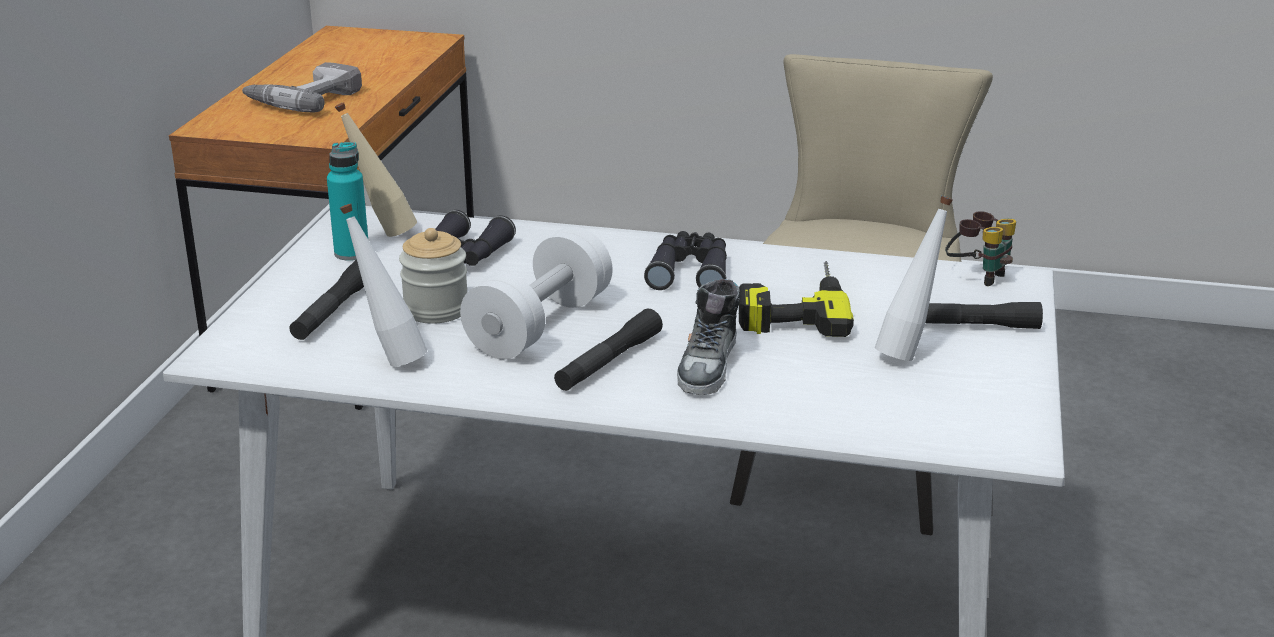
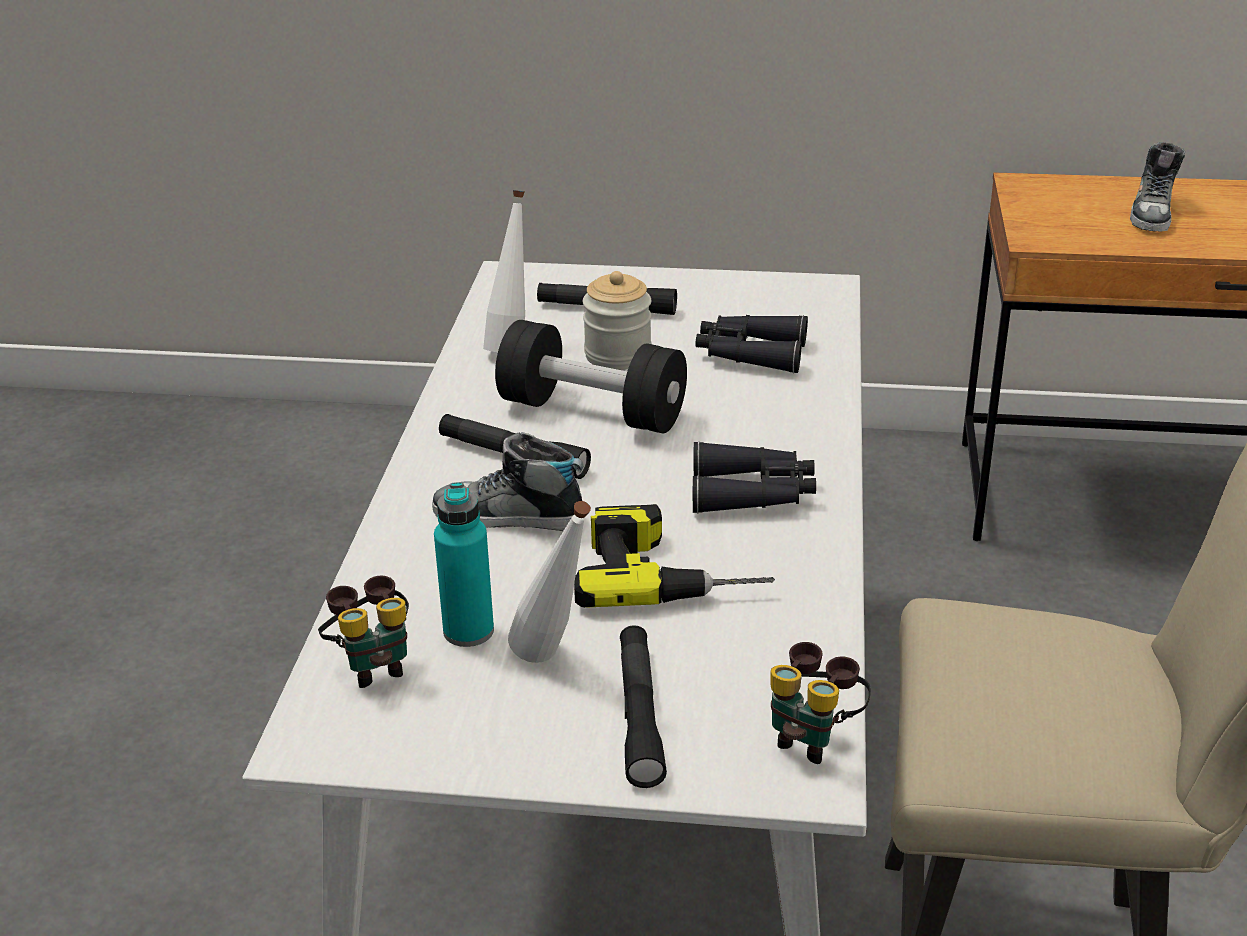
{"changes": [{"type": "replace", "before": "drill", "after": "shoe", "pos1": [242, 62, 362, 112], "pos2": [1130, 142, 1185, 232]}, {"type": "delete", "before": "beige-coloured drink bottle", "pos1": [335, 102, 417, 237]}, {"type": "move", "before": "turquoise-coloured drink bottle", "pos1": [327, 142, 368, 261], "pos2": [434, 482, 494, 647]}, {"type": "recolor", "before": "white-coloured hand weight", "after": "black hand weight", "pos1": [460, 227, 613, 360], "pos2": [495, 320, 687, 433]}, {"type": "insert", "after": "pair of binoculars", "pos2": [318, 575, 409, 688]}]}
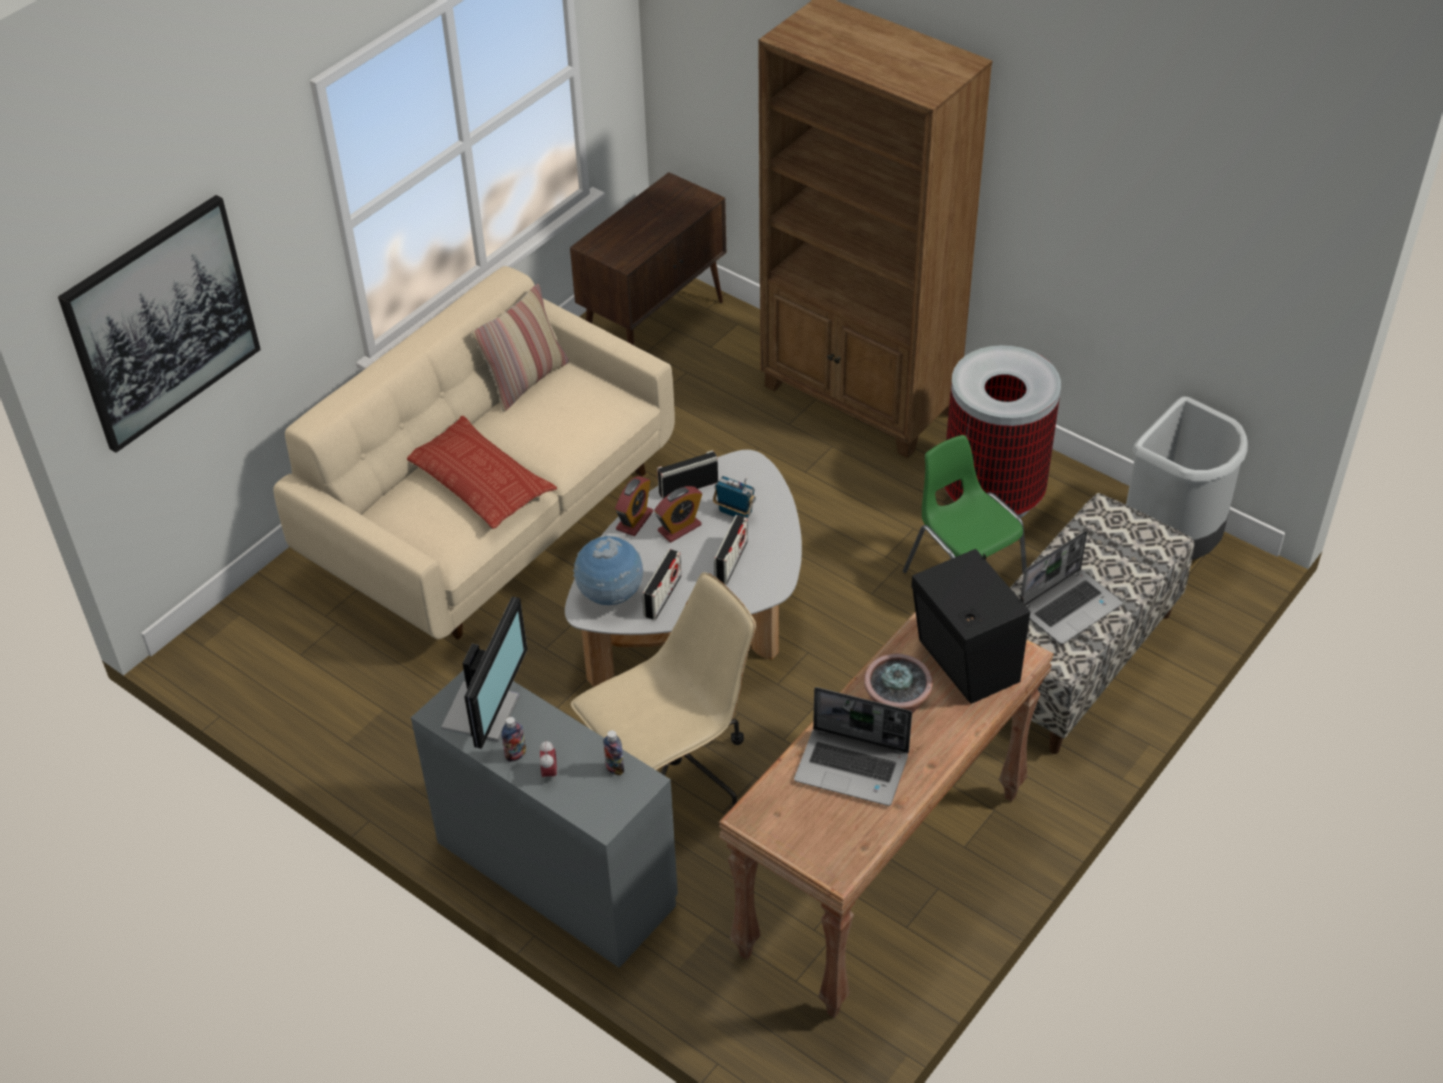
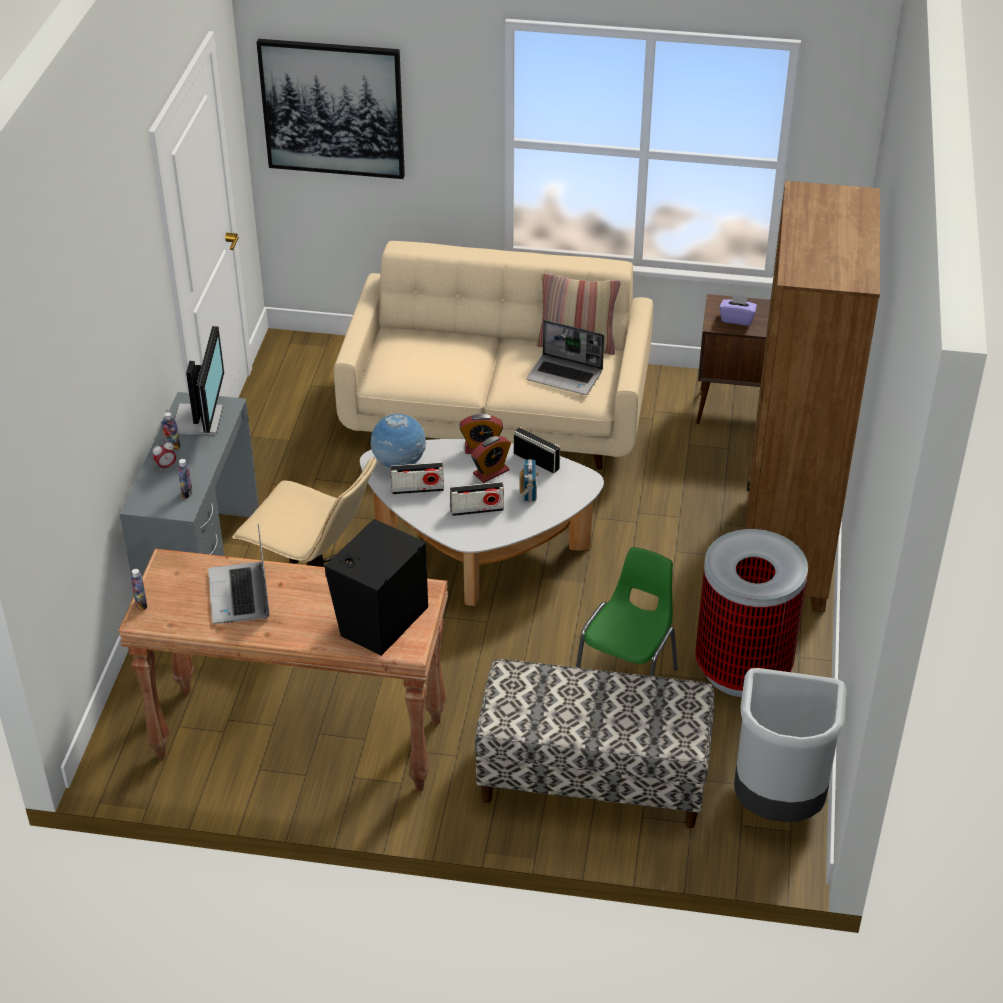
{"changes": [{"type": "delete", "before": "pillow", "pos1": [407, 416, 557, 529]}, {"type": "rotate", "before": "alarm clock", "pos1": [654, 486, 702, 543], "pos2": [471, 436, 511, 483], "turn": -60}, {"type": "move", "before": "portable computer", "pos1": [1020, 530, 1123, 644], "pos2": [527, 320, 604, 395]}, {"type": "rotate", "before": "monitor", "pos1": [441, 597, 527, 749], "pos2": [175, 326, 224, 435], "turn": -75}, {"type": "delete", "before": "potted plant", "pos1": [864, 653, 933, 714]}, {"type": "insert", "after": "purple tissue box", "pos2": [719, 293, 757, 326]}, {"type": "insert", "after": "drink bottle", "pos2": [131, 569, 147, 611]}]}
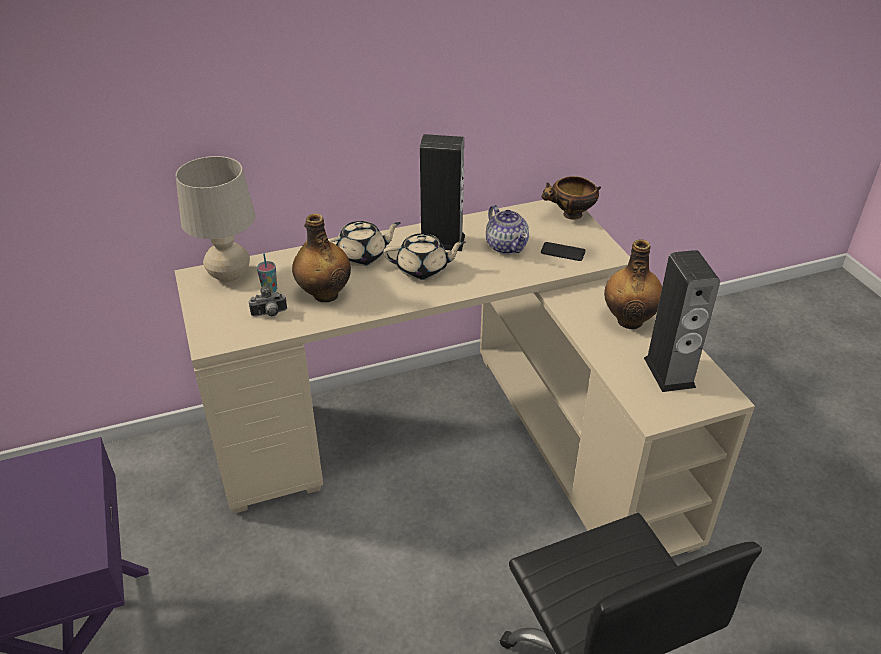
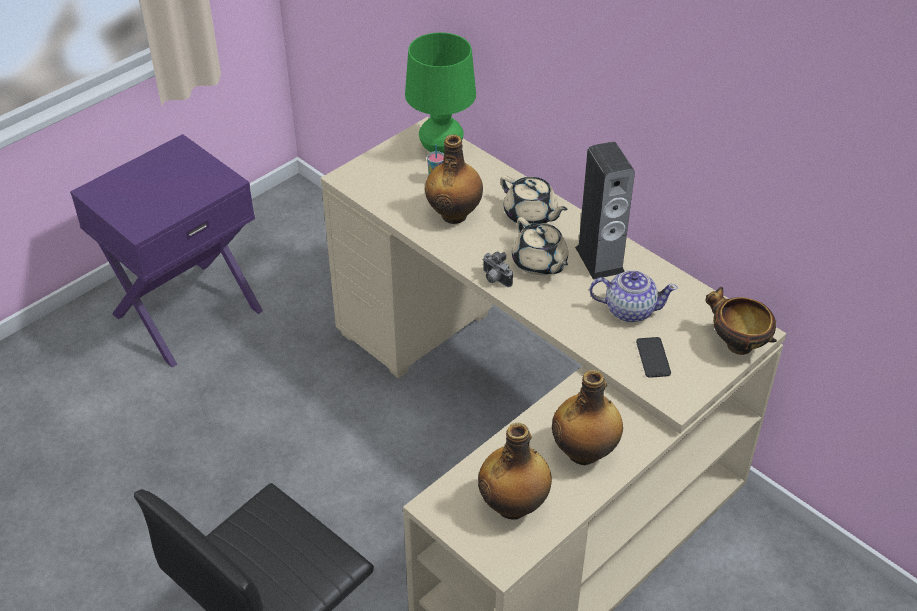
{"changes": [{"type": "recolor", "before": "beige-coloured lamp for a table", "after": "greenish lamp for a table", "pos1": [175, 156, 256, 283], "pos2": [405, 32, 476, 153]}, {"type": "rotate", "before": "pot for tea", "pos1": [486, 205, 529, 254], "pos2": [589, 270, 678, 322], "turn": -120}, {"type": "replace", "before": "loudspeaker", "after": "drink bottle", "pos1": [644, 250, 720, 392], "pos2": [478, 423, 552, 520]}, {"type": "move", "before": "photo camera", "pos1": [249, 284, 287, 317], "pos2": [483, 251, 513, 287]}]}
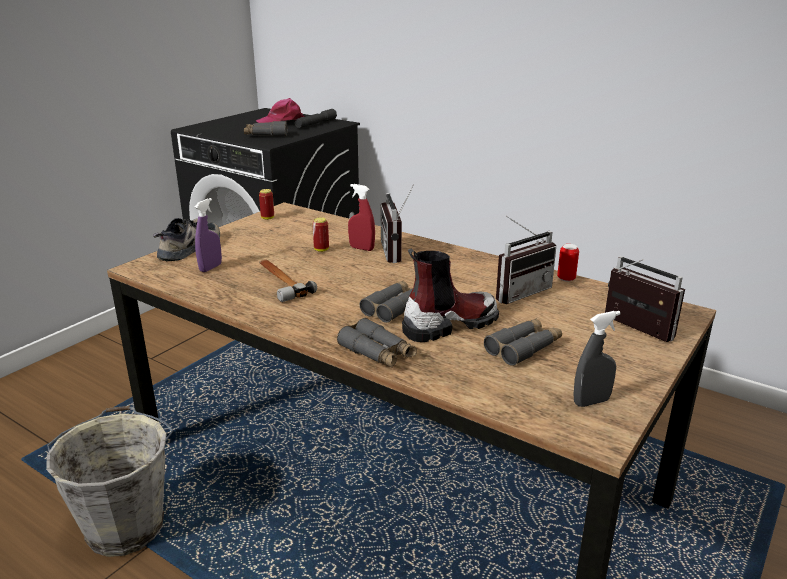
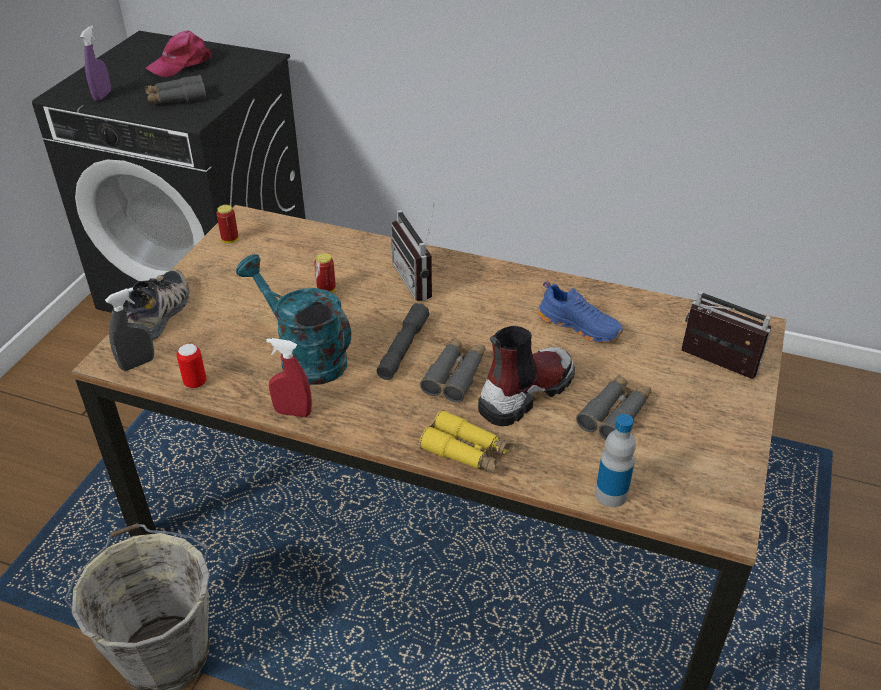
{"changes": [{"type": "move", "before": "greyish torch", "pos1": [295, 109, 337, 128], "pos2": [377, 303, 430, 380]}, {"type": "move", "before": "red-coloured sprayer", "pos1": [348, 184, 375, 251], "pos2": [266, 338, 312, 417]}, {"type": "move", "before": "purple sprayer", "pos1": [195, 198, 222, 272], "pos2": [80, 26, 111, 101]}, {"type": "replace", "before": "radio set", "after": "blue shoe", "pos1": [496, 216, 556, 304], "pos2": [538, 281, 623, 343]}, {"type": "move", "before": "sealed can", "pos1": [557, 244, 579, 282], "pos2": [177, 344, 206, 388]}, {"type": "replace", "before": "tool hammer", "after": "turquoise-coloured watering can", "pos1": [259, 259, 317, 302], "pos2": [236, 254, 351, 385]}, {"type": "move", "before": "greyish sprayer", "pos1": [574, 311, 620, 407], "pos2": [105, 288, 154, 371]}, {"type": "recolor", "before": "greyish pair of binoculars", "after": "yellow pair of binoculars", "pos1": [337, 318, 417, 367], "pos2": [419, 410, 513, 474]}, {"type": "insert", "after": "drink bottle", "pos2": [595, 414, 636, 507]}]}
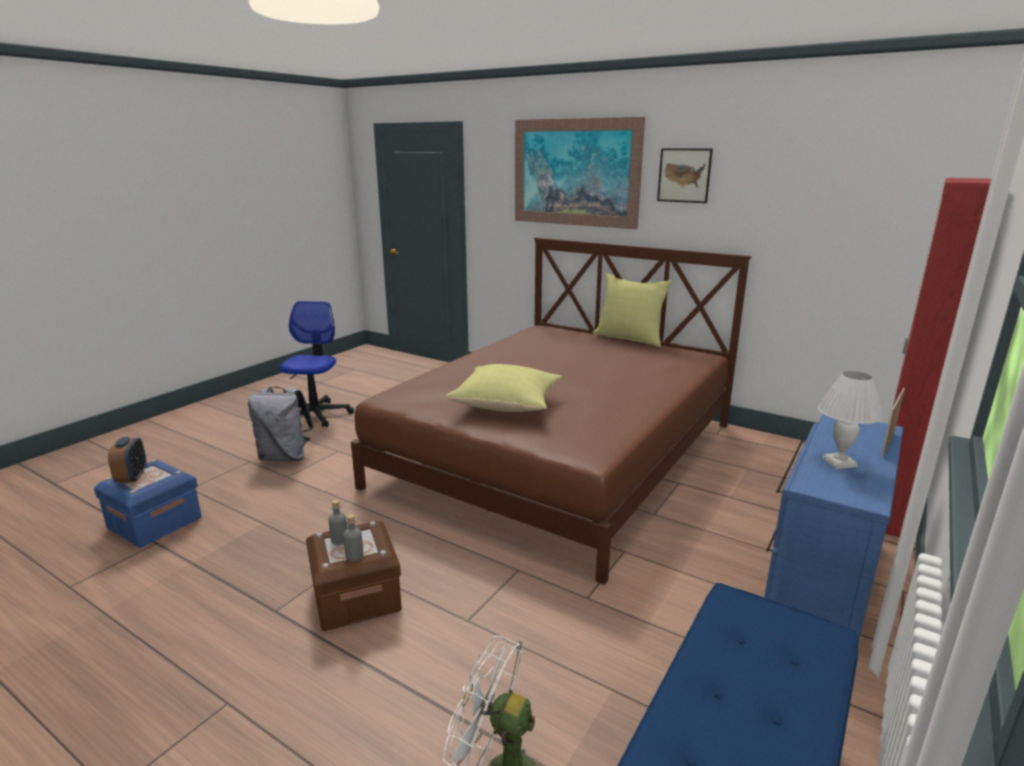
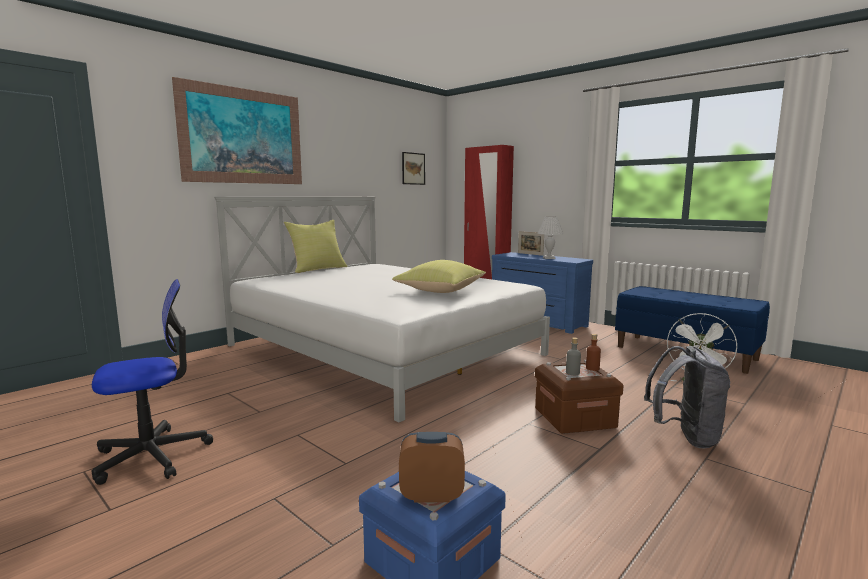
{"changes": [{"type": "move", "before": "wall art", "pos1": [657, 148, 713, 203], "pos2": [402, 152, 425, 185]}, {"type": "recolor", "before": "brown-coloured bed", "after": "white-coloured bed", "pos1": [351, 237, 752, 585], "pos2": [214, 197, 550, 422]}, {"type": "rotate", "before": "office chair", "pos1": [280, 301, 354, 427], "pos2": [92, 279, 213, 485], "turn": 135}, {"type": "move", "before": "greyish rucksack", "pos1": [248, 387, 314, 461], "pos2": [644, 346, 730, 448]}, {"type": "recolor", "before": "greyish drink bottle", "after": "brown-coloured drink bottle", "pos1": [343, 514, 363, 561], "pos2": [586, 334, 601, 371]}]}
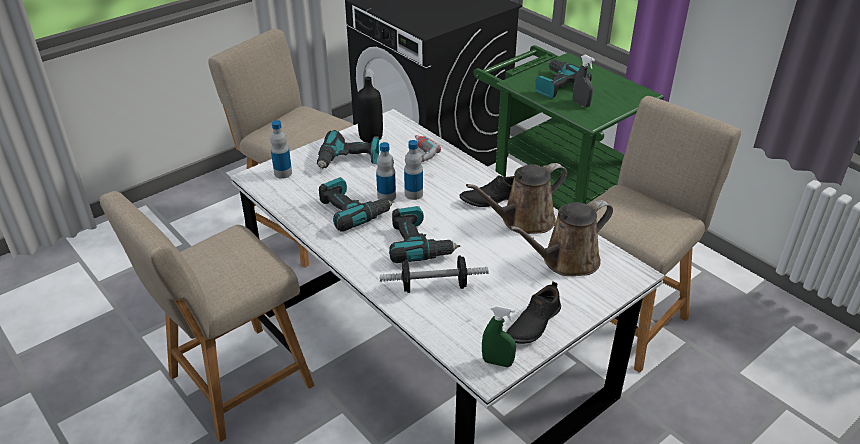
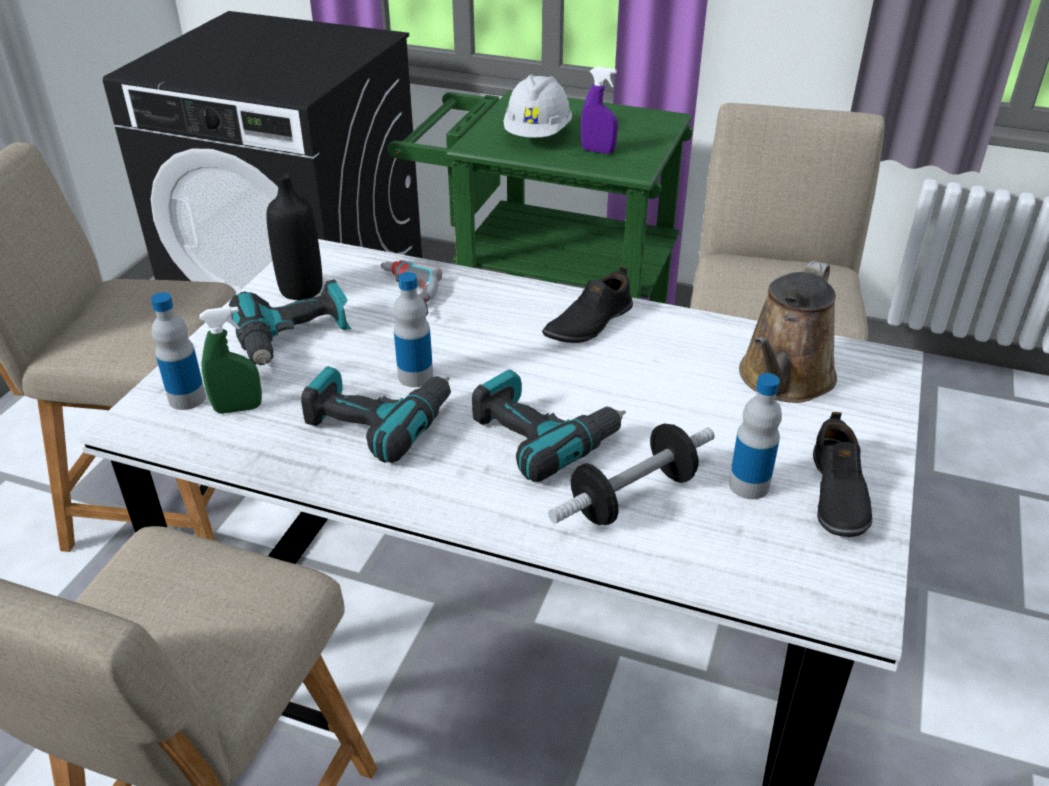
{"changes": [{"type": "recolor", "before": "greyish sprayer", "after": "purple sprayer", "pos1": [573, 55, 595, 107], "pos2": [581, 67, 618, 154]}, {"type": "replace", "before": "drill", "after": "white-coloured work helmet", "pos1": [536, 59, 592, 99], "pos2": [504, 75, 572, 138]}, {"type": "move", "before": "drink bottle", "pos1": [404, 140, 423, 200], "pos2": [729, 373, 782, 499]}, {"type": "delete", "before": "brown-coloured watering can", "pos1": [466, 163, 567, 234]}, {"type": "move", "before": "greenish sprayer", "pos1": [482, 305, 516, 367], "pos2": [199, 306, 262, 414]}]}
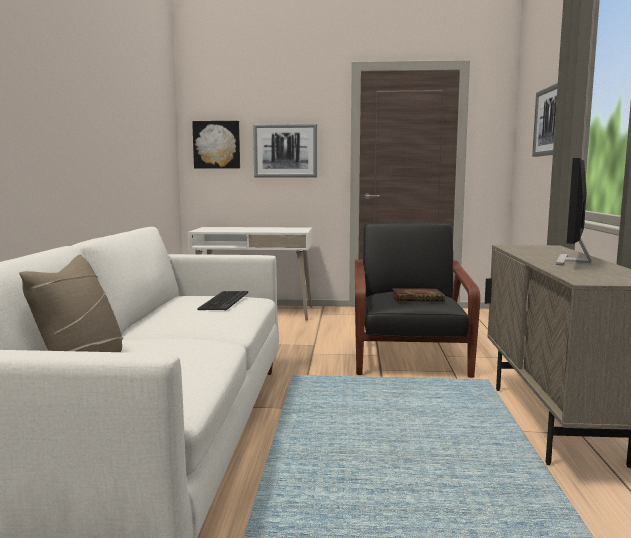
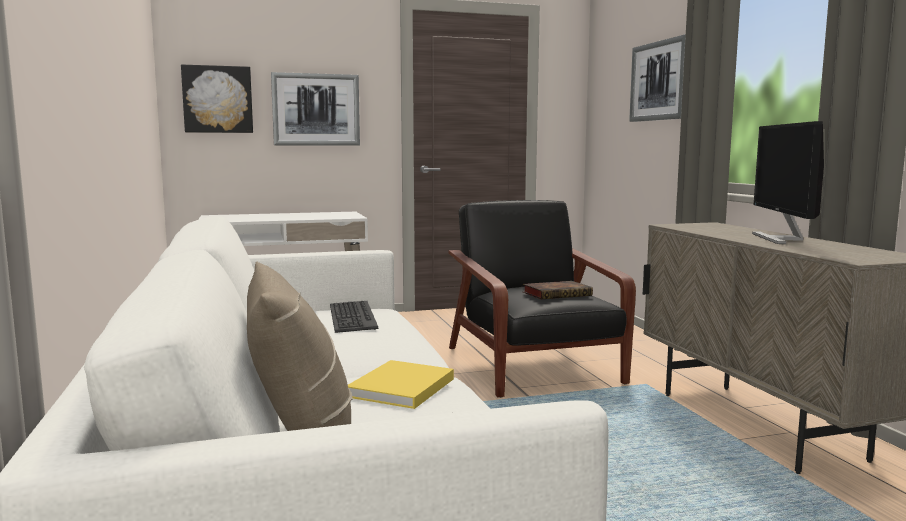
{"changes": [{"type": "insert", "after": "yellow book", "pos2": [348, 360, 454, 409]}]}
